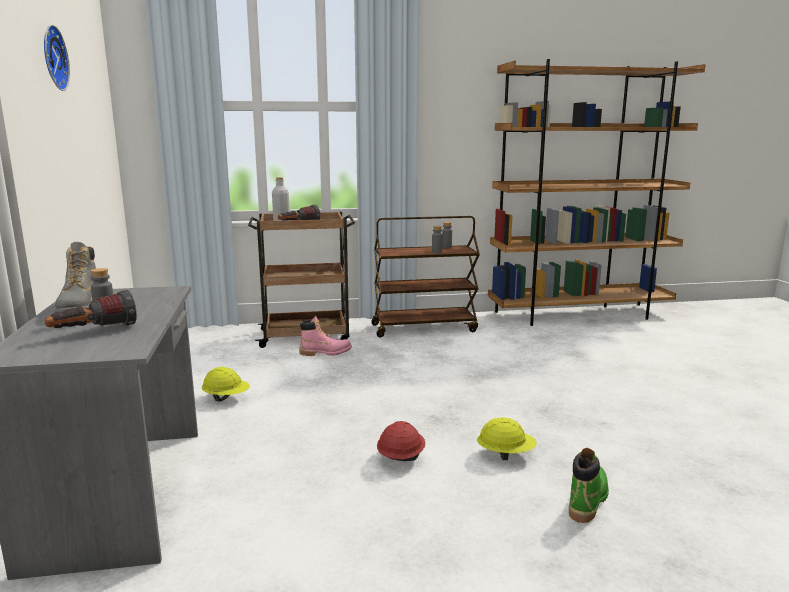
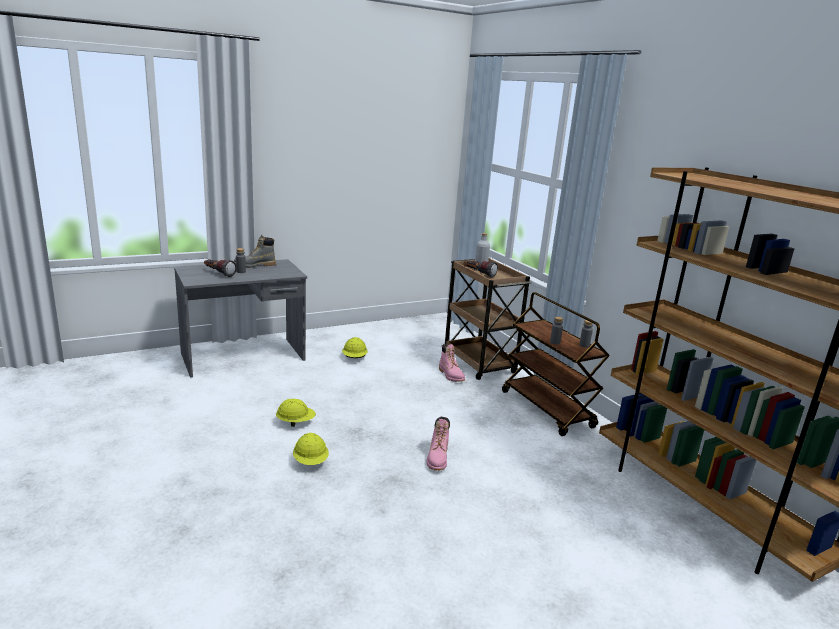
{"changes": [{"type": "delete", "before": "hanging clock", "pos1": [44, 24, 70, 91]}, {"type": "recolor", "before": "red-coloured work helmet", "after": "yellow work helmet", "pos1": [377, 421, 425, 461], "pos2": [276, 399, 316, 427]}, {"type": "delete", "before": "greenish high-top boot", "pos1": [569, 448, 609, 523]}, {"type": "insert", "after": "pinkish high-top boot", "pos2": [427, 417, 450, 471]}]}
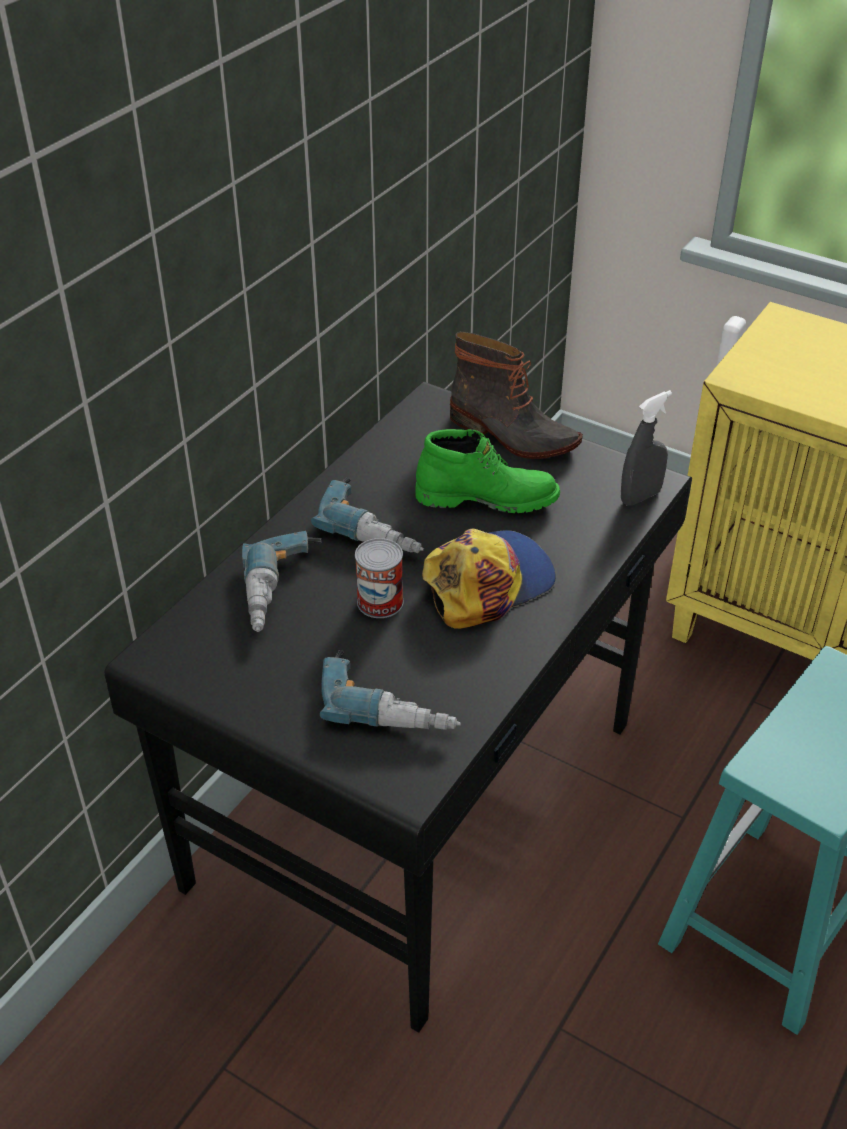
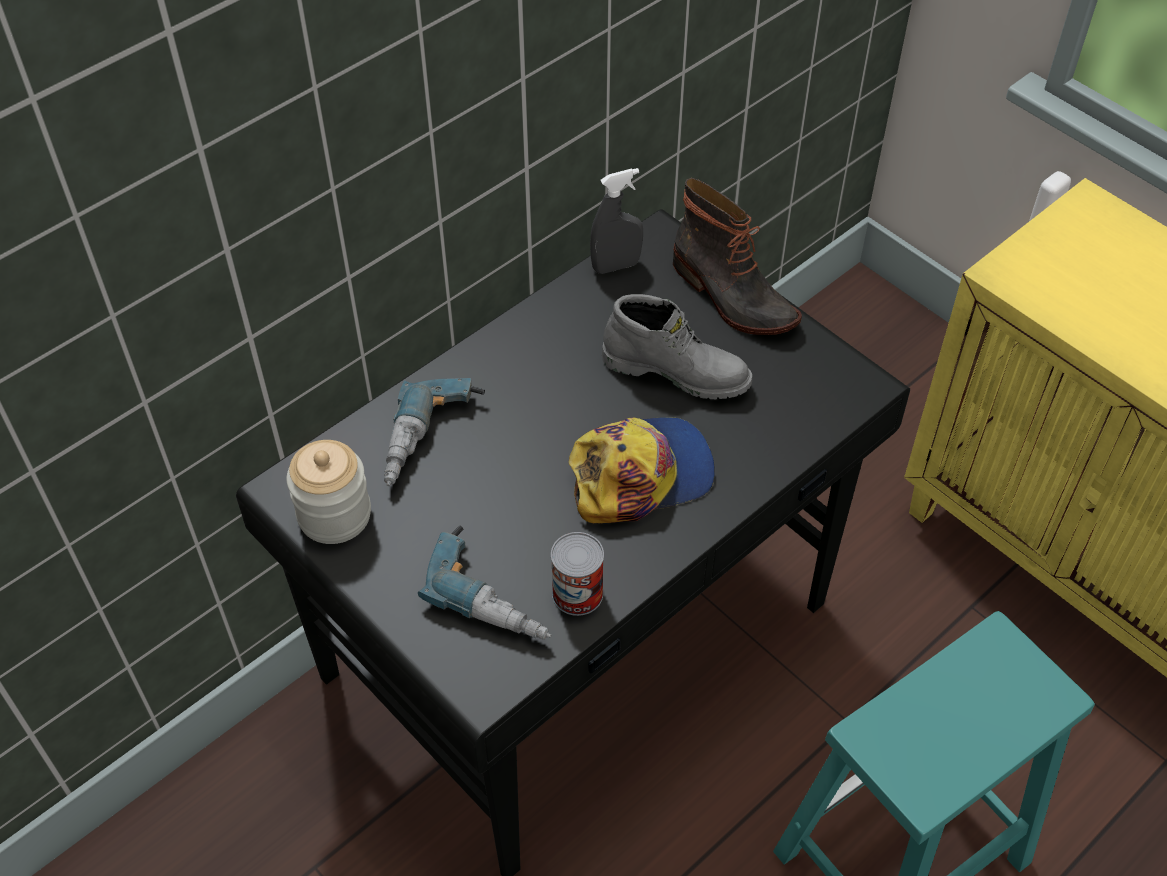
{"changes": [{"type": "move", "before": "greyish sprayer", "pos1": [621, 390, 672, 506], "pos2": [590, 168, 643, 274]}, {"type": "recolor", "before": "greenish high-top boot", "after": "greyish high-top boot", "pos1": [415, 429, 560, 513], "pos2": [602, 294, 752, 399]}, {"type": "delete", "before": "drill", "pos1": [311, 477, 424, 553]}, {"type": "move", "before": "sealed can", "pos1": [355, 538, 404, 618], "pos2": [551, 532, 604, 616]}, {"type": "insert", "after": "preserve jar", "pos2": [286, 440, 371, 544]}]}
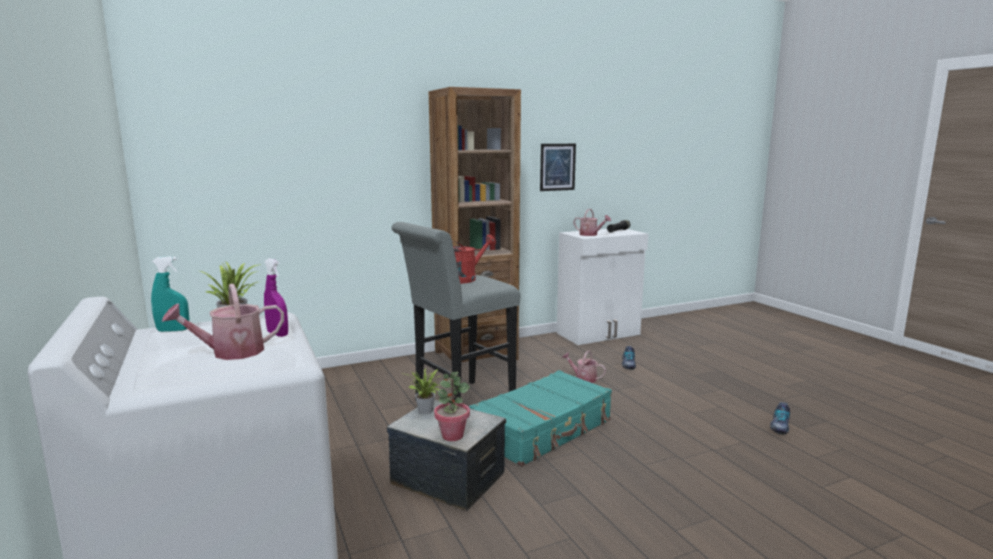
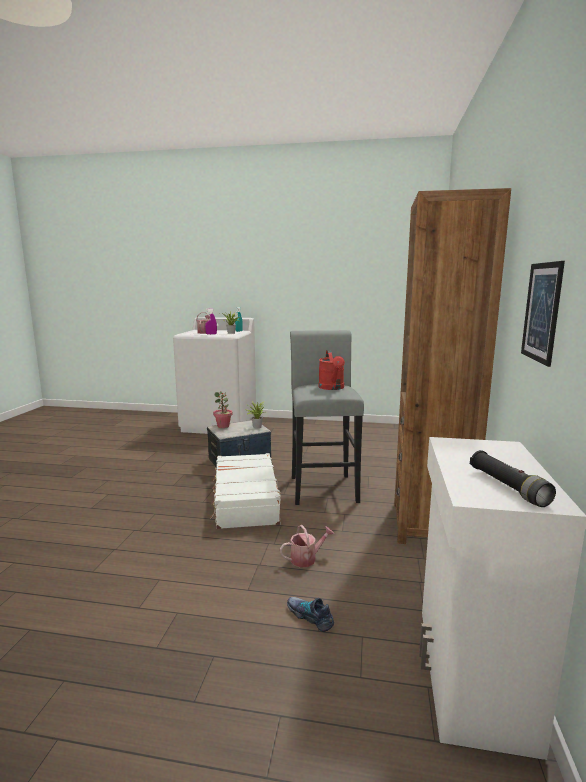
{"changes": [{"type": "delete", "before": "watering can", "pos1": [574, 209, 611, 236]}, {"type": "recolor", "before": "turquoise-coloured suitcase", "after": "white-coloured suitcase", "pos1": [469, 370, 612, 467], "pos2": [210, 453, 281, 529]}, {"type": "delete", "before": "shoe", "pos1": [770, 402, 790, 434]}]}
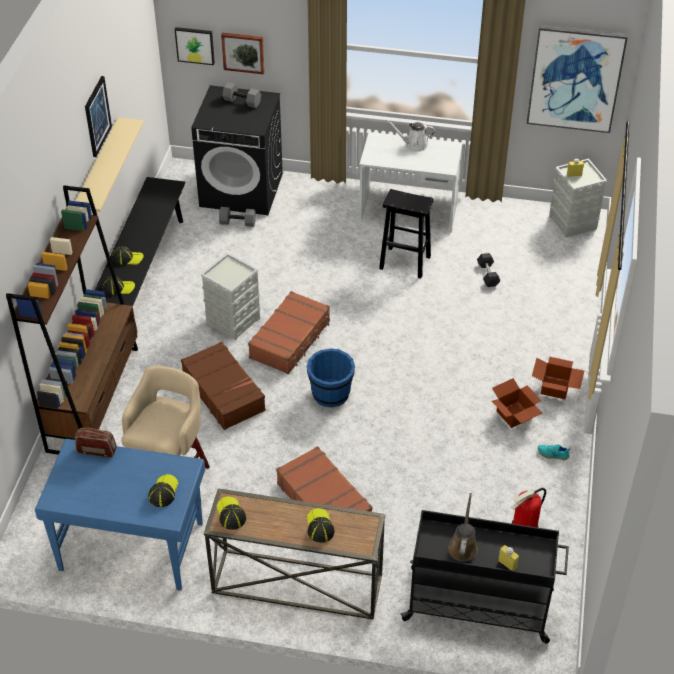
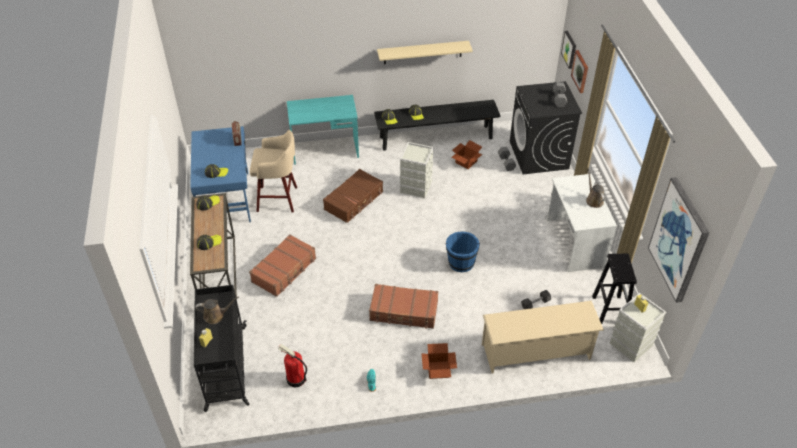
{"changes": [{"type": "delete", "before": "wall art", "pos1": [85, 76, 112, 157]}, {"type": "recolor", "before": "white-coloured watering can", "after": "brown-coloured watering can", "pos1": [386, 120, 435, 152], "pos2": [586, 169, 605, 208]}, {"type": "replace", "before": "brown-coloured bookshelf", "after": "turquoise-coloured desk unit", "pos1": [6, 186, 138, 455], "pos2": [287, 95, 359, 165]}, {"type": "move", "before": "black stool seat", "pos1": [379, 189, 434, 278], "pos2": [592, 254, 637, 324]}, {"type": "move", "before": "brown-coloured suitcase", "pos1": [248, 291, 330, 374], "pos2": [369, 284, 438, 329]}, {"type": "move", "before": "blue bucket", "pos1": [306, 348, 355, 407], "pos2": [446, 231, 480, 272]}, {"type": "move", "before": "packing box", "pos1": [492, 378, 542, 428], "pos2": [452, 140, 482, 169]}, {"type": "insert", "after": "beige-coloured shoe rack", "pos2": [482, 301, 604, 374]}]}
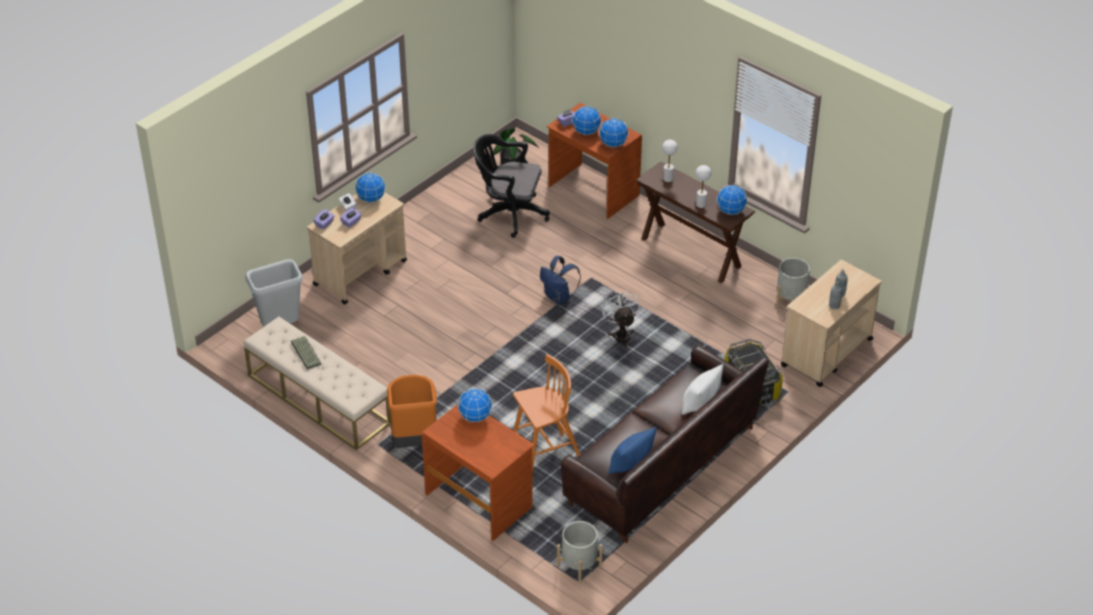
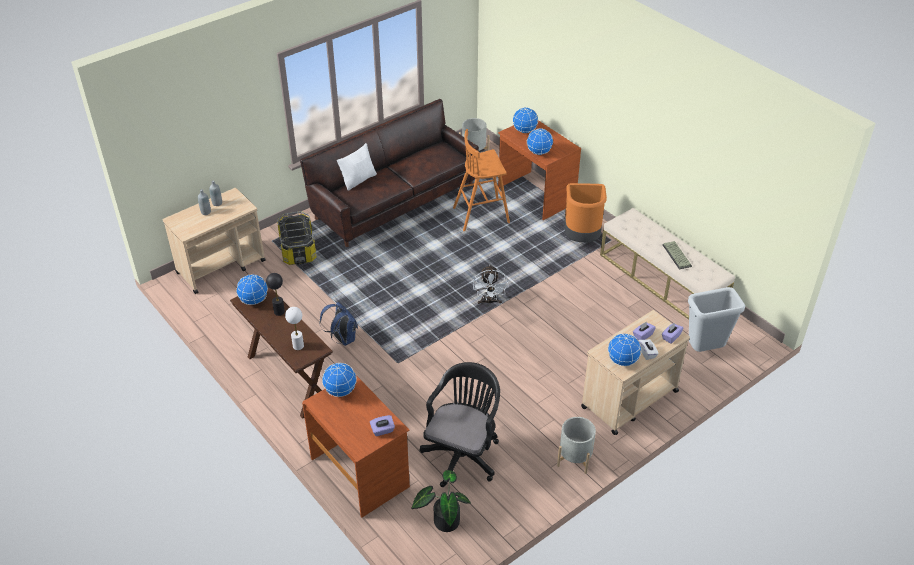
{"changes": [{"type": "move", "before": "world globe", "pos1": [572, 106, 602, 135], "pos2": [512, 107, 538, 133]}, {"type": "rotate", "before": "black office chair", "pos1": [473, 134, 550, 238], "pos2": [420, 362, 500, 487], "turn": -90}, {"type": "recolor", "before": "white-coloured lamp for a table", "after": "black lamp for a table", "pos1": [696, 165, 711, 208], "pos2": [266, 273, 285, 316]}, {"type": "move", "before": "blue rucksack", "pos1": [540, 256, 581, 305], "pos2": [319, 302, 358, 346]}, {"type": "move", "before": "greyish plant pot", "pos1": [776, 258, 810, 308], "pos2": [557, 417, 596, 474]}, {"type": "move", "before": "white-coloured electric fan", "pos1": [601, 289, 640, 348], "pos2": [473, 265, 508, 304]}, {"type": "delete", "before": "blue pillow", "pos1": [608, 427, 657, 474]}]}
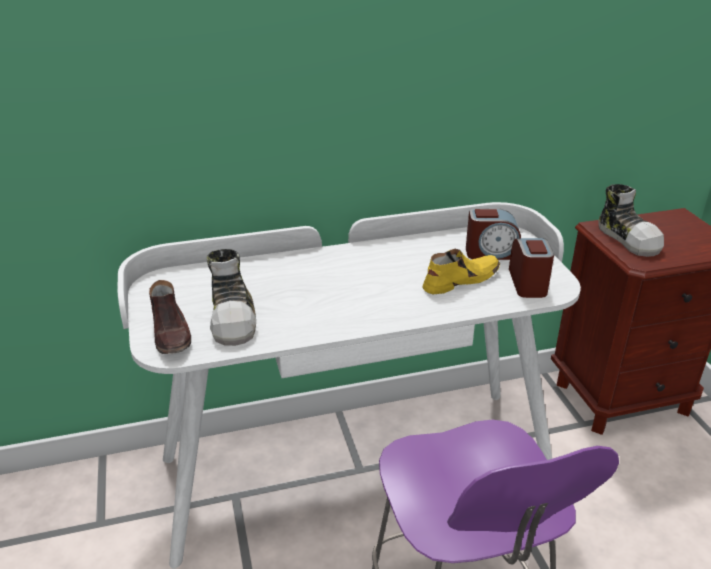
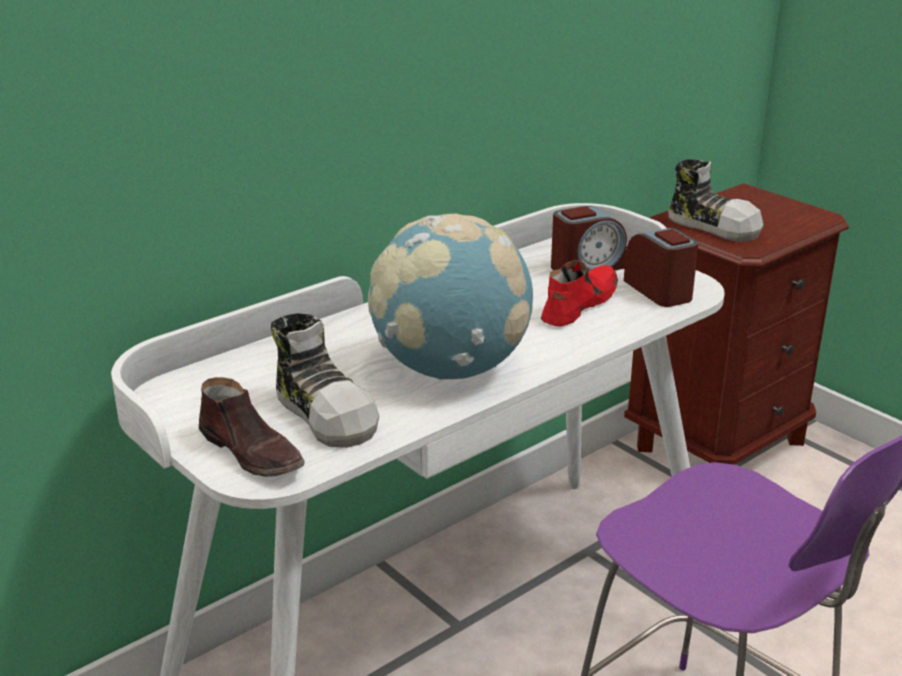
{"changes": [{"type": "recolor", "before": "yellow shoe", "after": "red-coloured shoe", "pos1": [423, 249, 500, 294], "pos2": [541, 260, 618, 327]}, {"type": "insert", "after": "world globe", "pos2": [368, 214, 533, 380]}]}
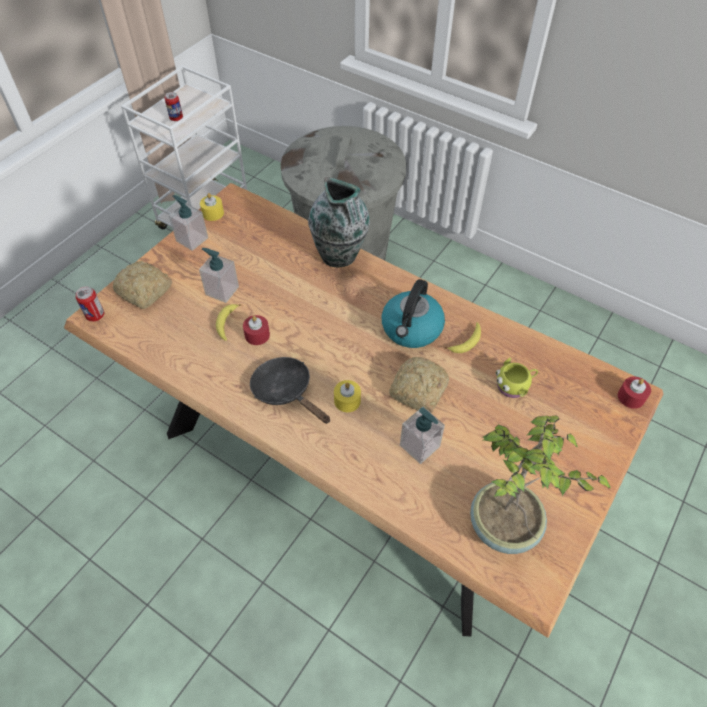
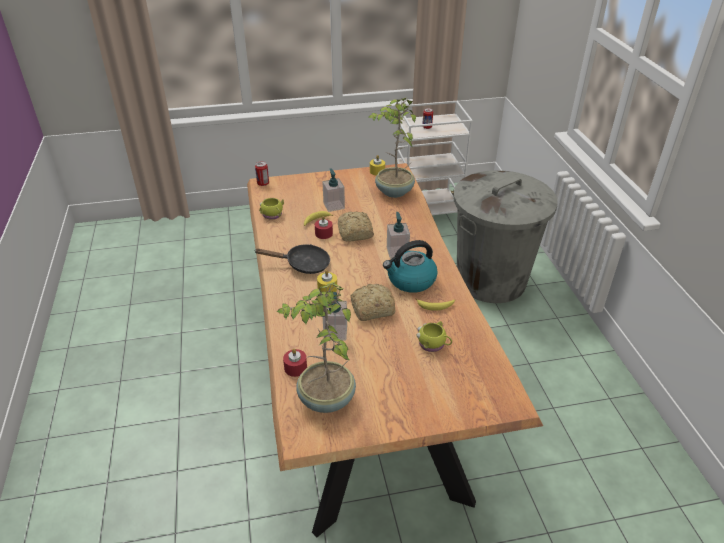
{"changes": [{"type": "delete", "before": "vase", "pos1": [308, 177, 370, 267]}, {"type": "move", "before": "liquid soap bottle", "pos1": [169, 195, 208, 251], "pos2": [387, 212, 410, 259]}, {"type": "move", "before": "baked bread", "pos1": [113, 261, 172, 309], "pos2": [338, 211, 374, 242]}, {"type": "rotate", "before": "black skillet", "pos1": [250, 357, 330, 424], "pos2": [255, 244, 330, 274], "turn": 90}, {"type": "move", "before": "red-coloured wax light", "pos1": [618, 376, 651, 409], "pos2": [283, 348, 307, 377]}, {"type": "insert", "after": "potted plant", "pos2": [368, 97, 416, 198]}, {"type": "insert", "after": "yellow coffee mug", "pos2": [259, 198, 284, 220]}]}
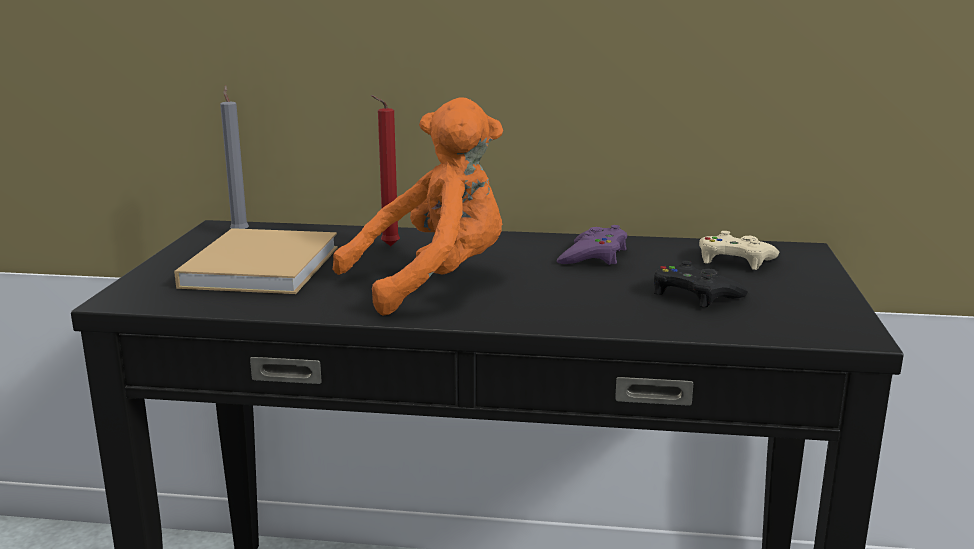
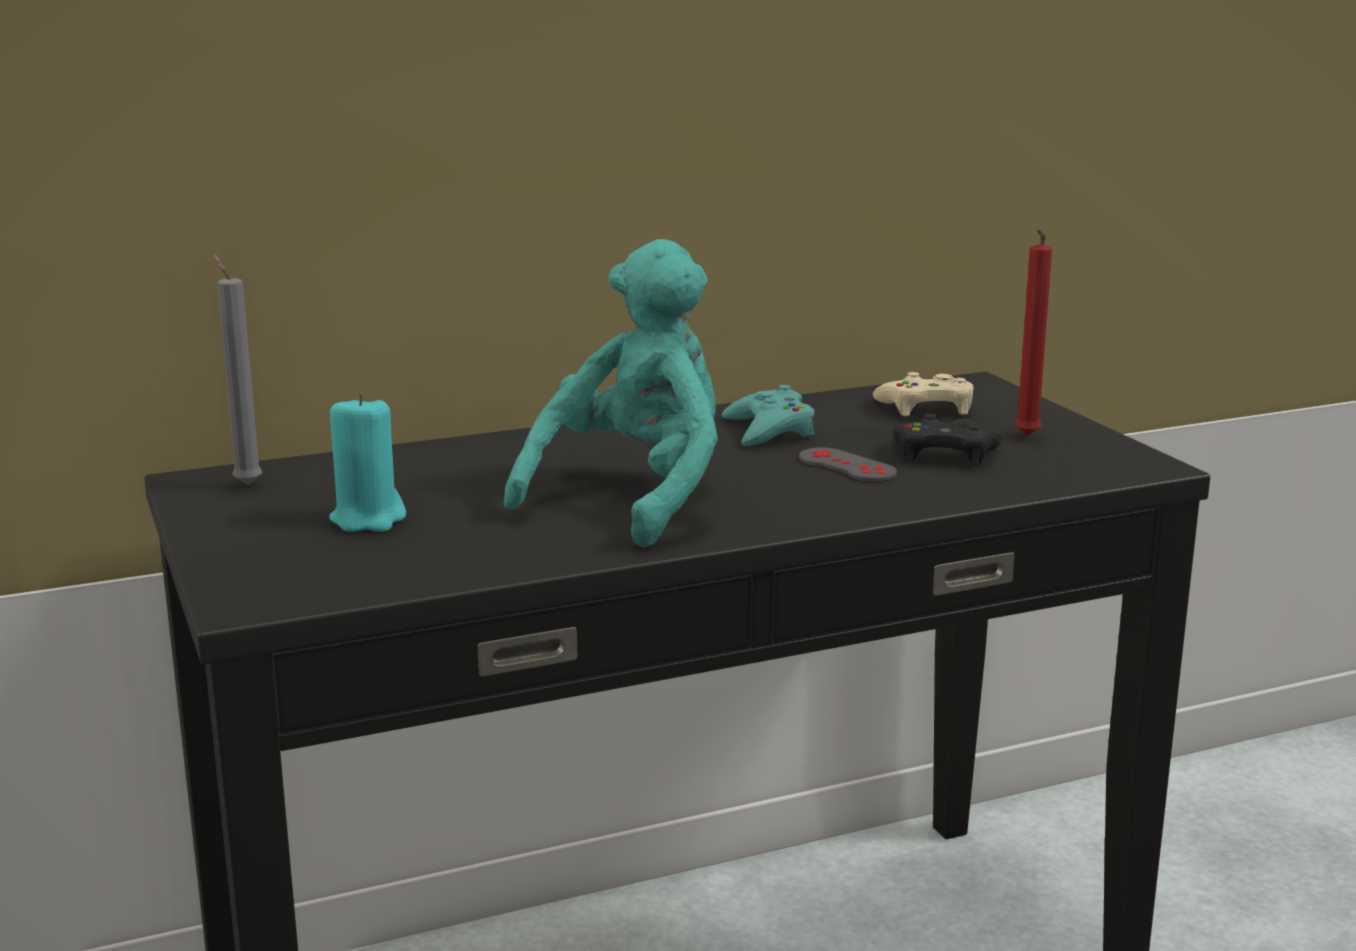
{"changes": [{"type": "move", "before": "red-coloured wax light", "pos1": [371, 95, 400, 246], "pos2": [1015, 229, 1052, 436]}, {"type": "recolor", "before": "orangey cuddly toy", "after": "turquoise-coloured cuddly toy", "pos1": [333, 97, 503, 316], "pos2": [504, 239, 718, 548]}, {"type": "recolor", "before": "purple game controller", "after": "turquoise-coloured game controller", "pos1": [557, 225, 627, 265], "pos2": [722, 385, 814, 446]}, {"type": "replace", "before": "beige-coloured book", "after": "turquoise-coloured wax light", "pos1": [174, 228, 338, 294], "pos2": [330, 393, 406, 532]}, {"type": "insert", "after": "greyish game controller", "pos2": [799, 447, 897, 482]}]}
